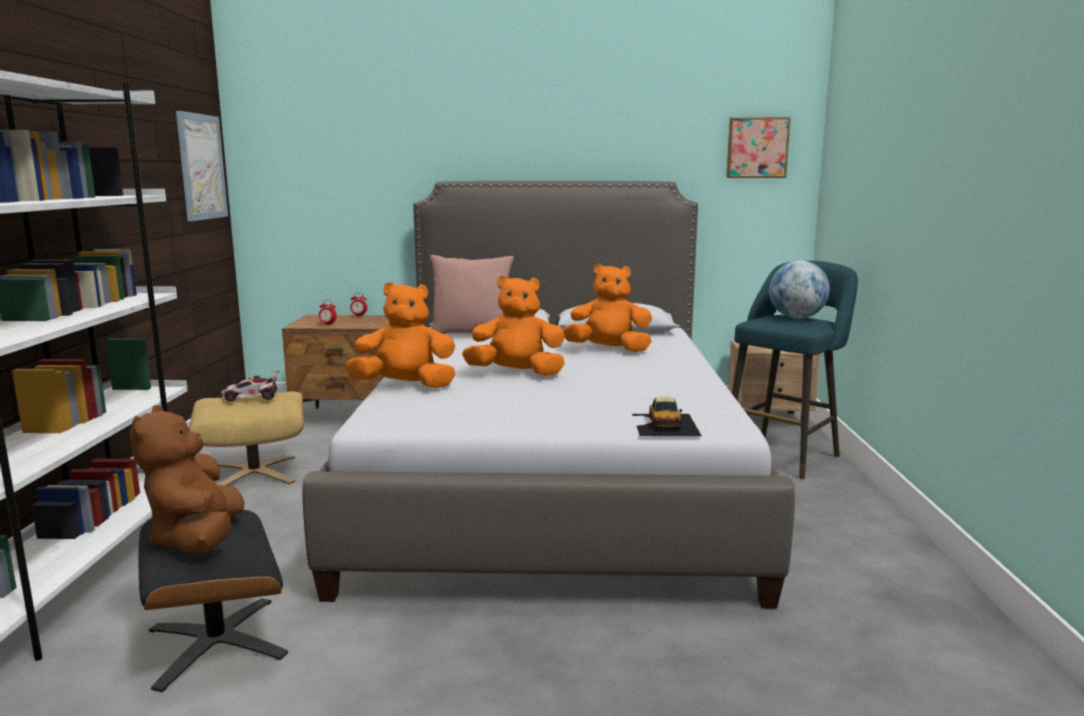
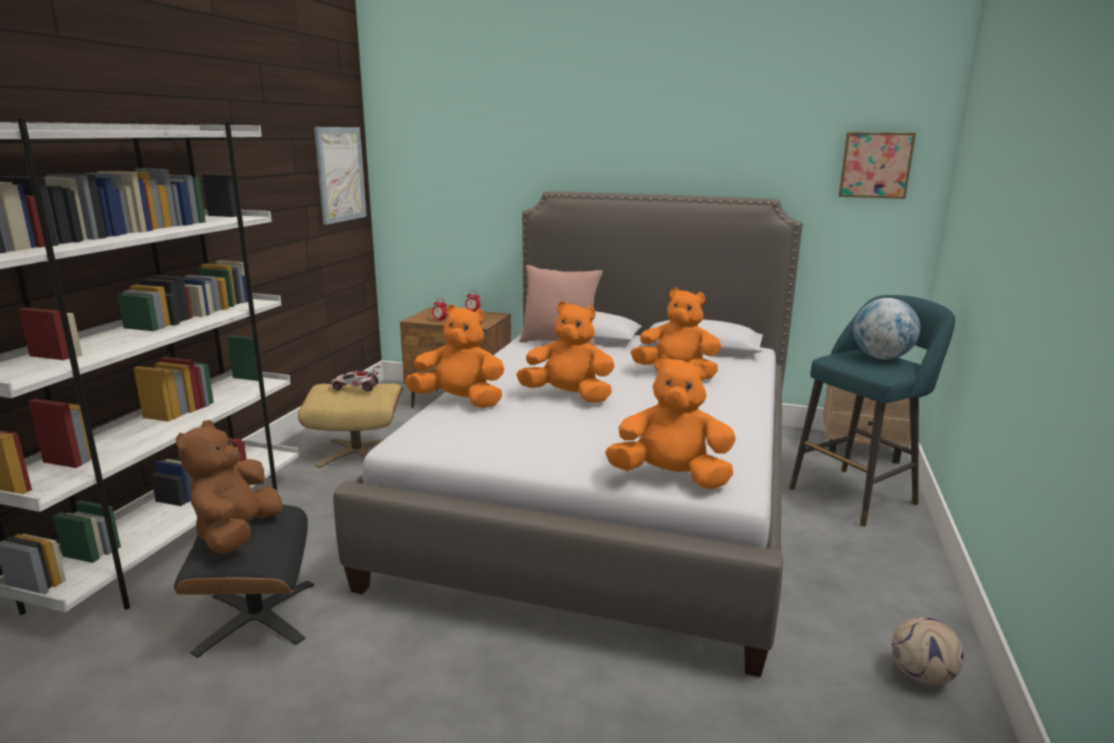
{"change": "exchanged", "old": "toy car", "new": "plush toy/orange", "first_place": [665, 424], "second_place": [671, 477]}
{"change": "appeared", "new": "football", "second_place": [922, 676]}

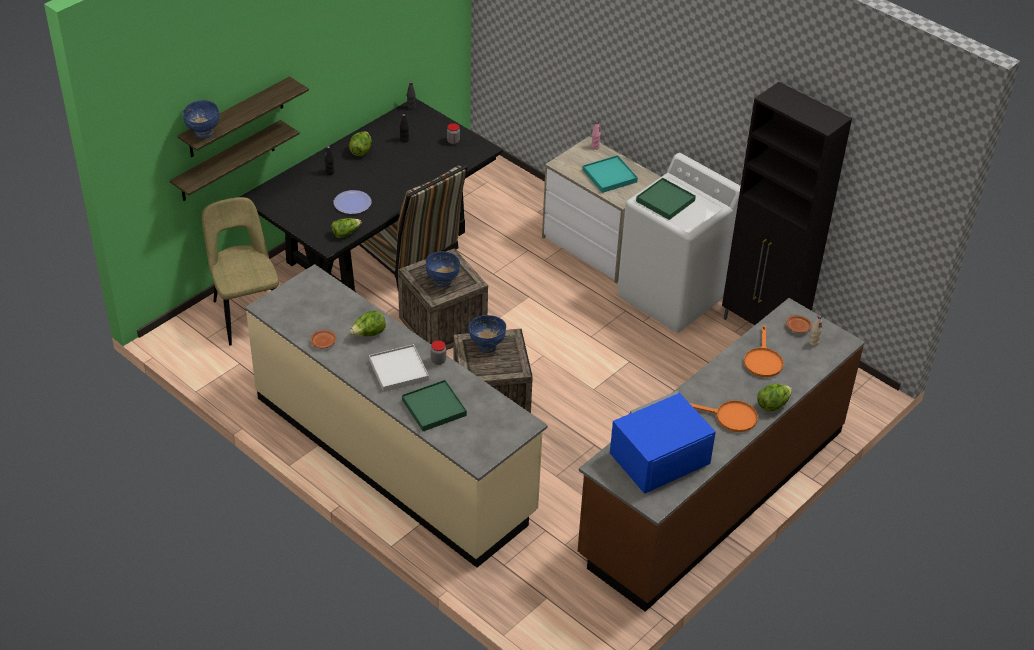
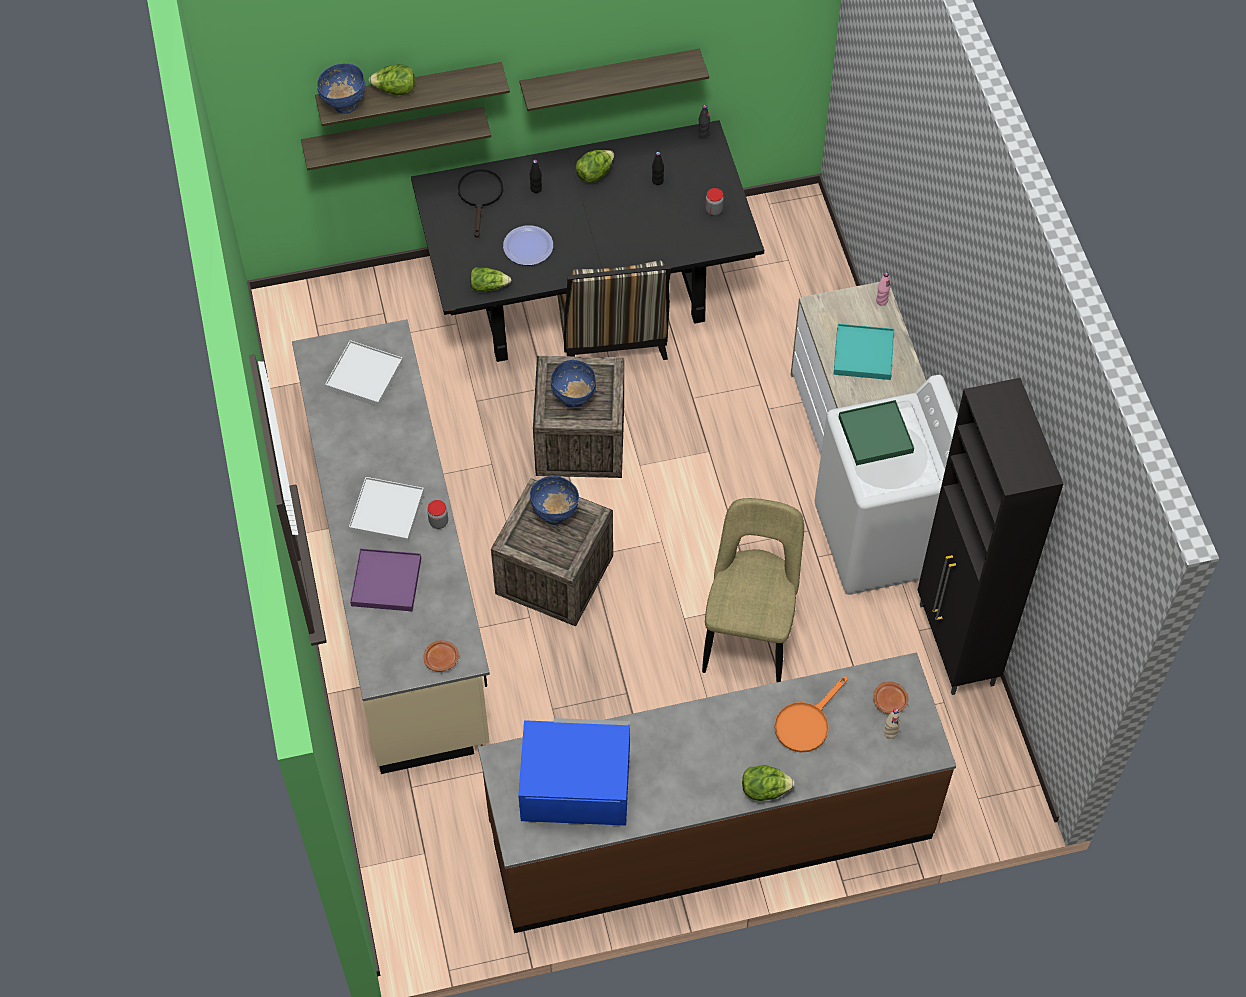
{"change": "relocated", "old": "chair/beige", "first_place": [247, 314], "second_place": [750, 632]}
{"change": "relocated", "old": "plate/brown", "first_place": [323, 342], "second_place": [441, 659]}
{"change": "relocated", "old": "lettuce", "first_place": [369, 334], "second_place": [395, 90]}
{"change": "colour", "old": "tray/green", "new": "tray/purple", "first_place": [434, 407], "second_place": [386, 581]}
{"change": "missing", "old": "frying pan/orange", "first_place": [730, 417]}
{"change": "appeared", "new": "tray/white", "second_place": [364, 376]}
{"change": "appeared", "new": "frying pan/black", "second_place": [480, 196]}
{"change": "appeared", "new": "shelf", "second_place": [610, 78]}

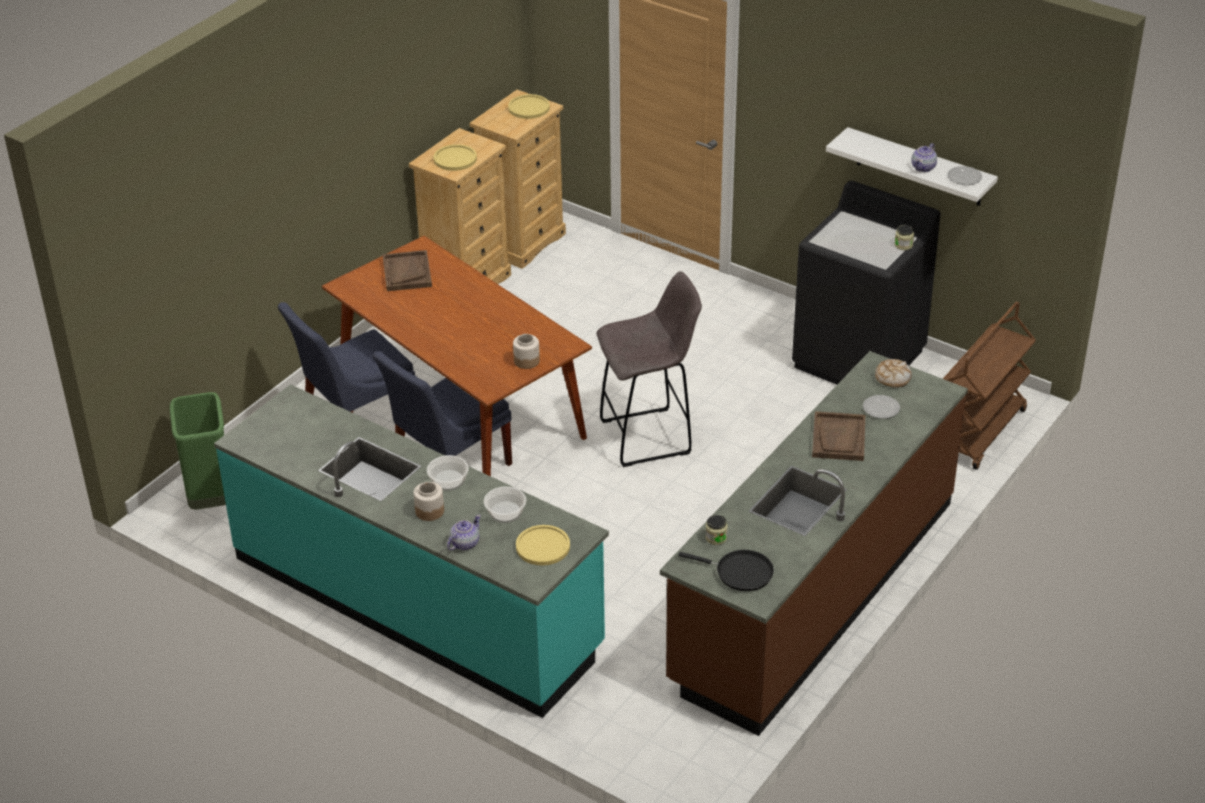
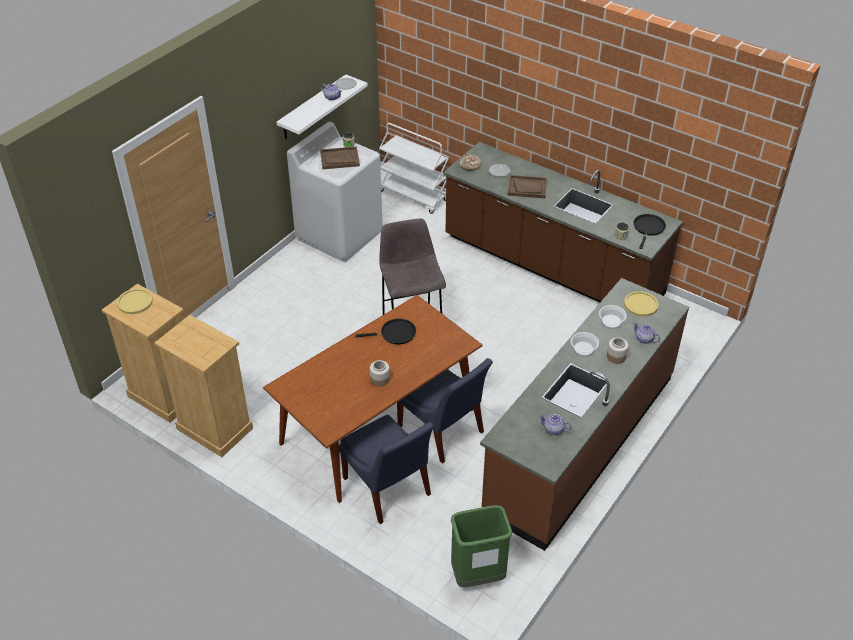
{"change": "colour", "old": "counter/turquoise", "new": "counter/brown", "first_place": [417, 602], "second_place": [579, 442]}
{"change": "relocated", "old": "tray/brown", "first_place": [407, 272], "second_place": [339, 159]}
{"change": "missing", "old": "plate/yellow", "first_place": [455, 159]}
{"change": "relocated", "old": "jar", "first_place": [526, 361], "second_place": [379, 379]}
{"change": "colour", "old": "washing machine/black", "new": "washing machine/white", "first_place": [859, 359], "second_place": [340, 235]}
{"change": "colour", "old": "cart/brown", "new": "cart/white", "first_place": [979, 432], "second_place": [414, 196]}
{"change": "appeared", "new": "frying pan/black", "second_place": [395, 334]}
{"change": "appeared", "new": "teapot", "second_place": [554, 430]}

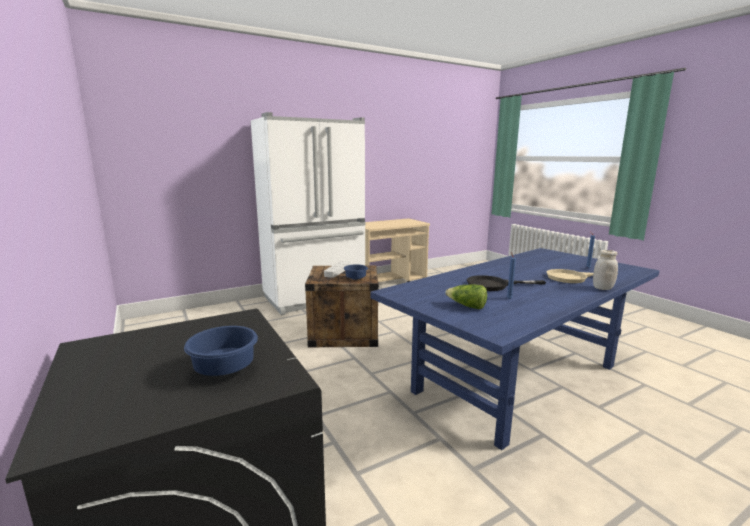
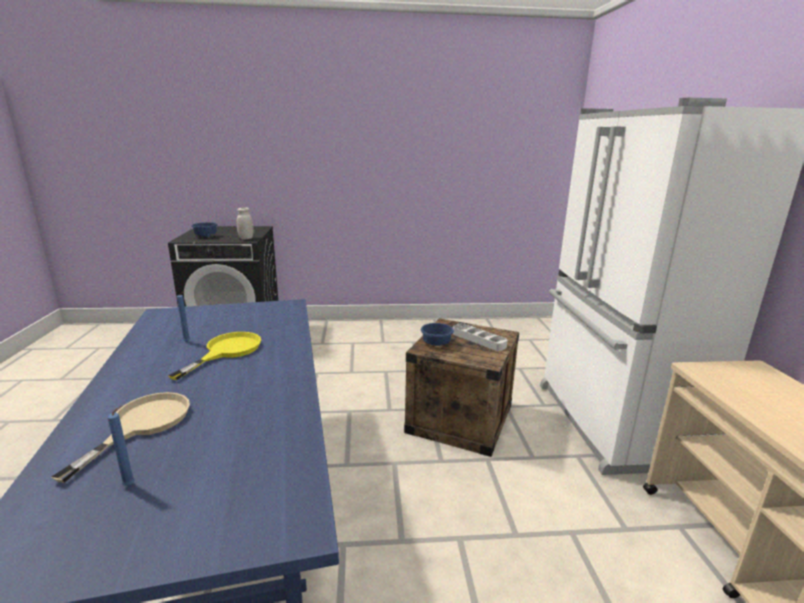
{"change": "missing", "old": "lettuce", "first_place": [467, 306]}
{"change": "colour", "old": "frying pan/black", "new": "frying pan/yellow", "first_place": [494, 285], "second_place": [227, 351]}
{"change": "relocated", "old": "jar/white", "first_place": [602, 288], "second_place": [246, 238]}

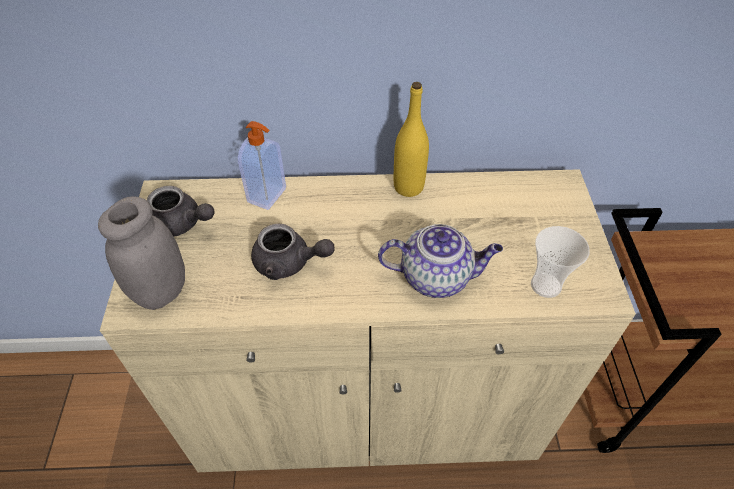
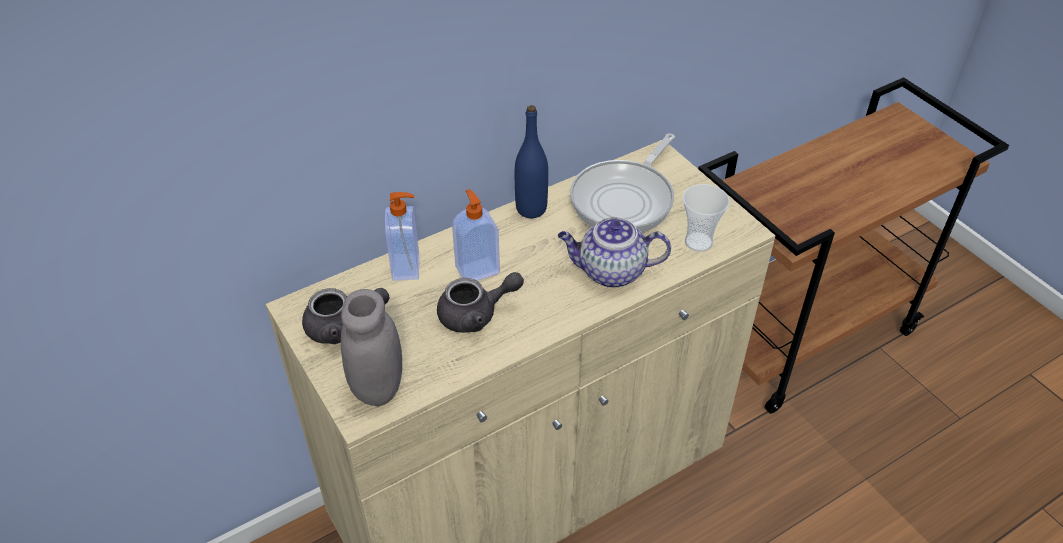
{"change": "spun", "old": "teapot", "first_place": [437, 277], "second_place": [610, 272], "degrees": -150}
{"change": "colour", "old": "bottle/yellow", "new": "bottle/blue", "first_place": [408, 187], "second_place": [531, 209]}
{"change": "appeared", "new": "soap dispenser", "second_place": [477, 269]}
{"change": "appeared", "new": "frying pan", "second_place": [625, 199]}

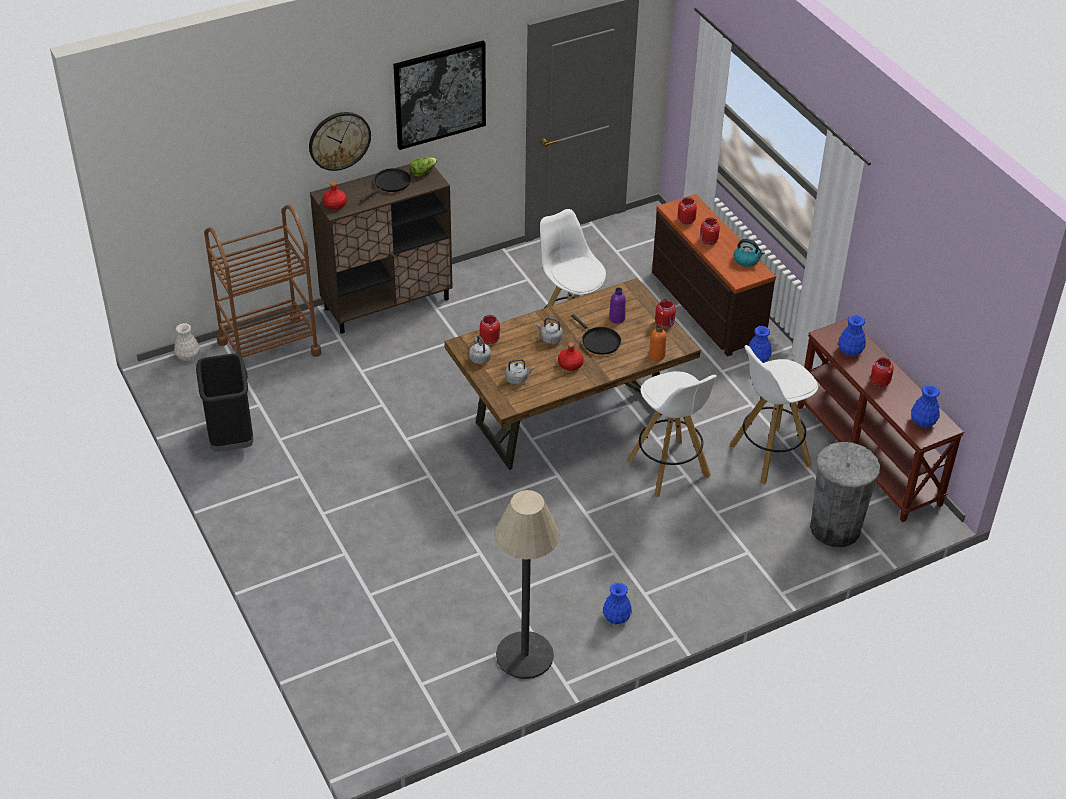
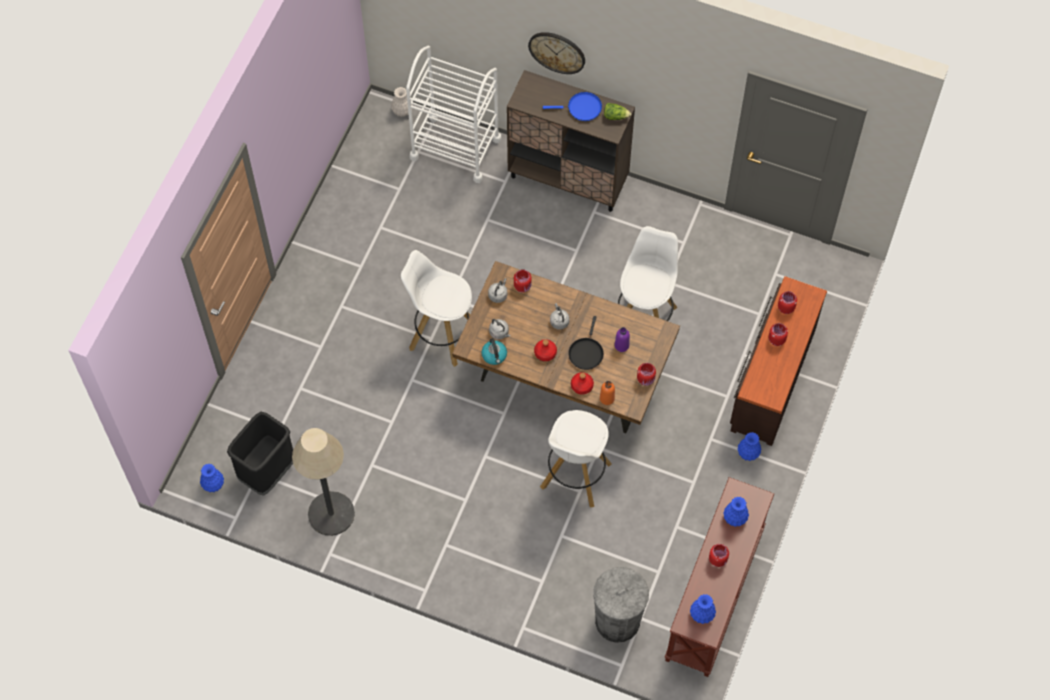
{"change": "relocated", "old": "trash can/black", "first_place": [230, 438], "second_place": [267, 471]}
{"change": "colour", "old": "cart/brown", "new": "cart/white", "first_place": [269, 348], "second_place": [455, 148]}
{"change": "relocated", "old": "bottle/red", "first_place": [334, 204], "second_place": [581, 386]}
{"change": "colour", "old": "frying pan/black", "new": "frying pan/blue", "first_place": [390, 184], "second_place": [582, 108]}
{"change": "missing", "old": "picture", "first_place": [439, 94]}
{"change": "relocated", "old": "vase/blue", "first_place": [616, 617], "second_place": [213, 484]}
{"change": "relocated", "old": "stool/white", "first_place": [768, 456], "second_place": [441, 335]}
{"change": "relocated", "old": "kettle", "first_place": [747, 260], "second_place": [494, 355]}

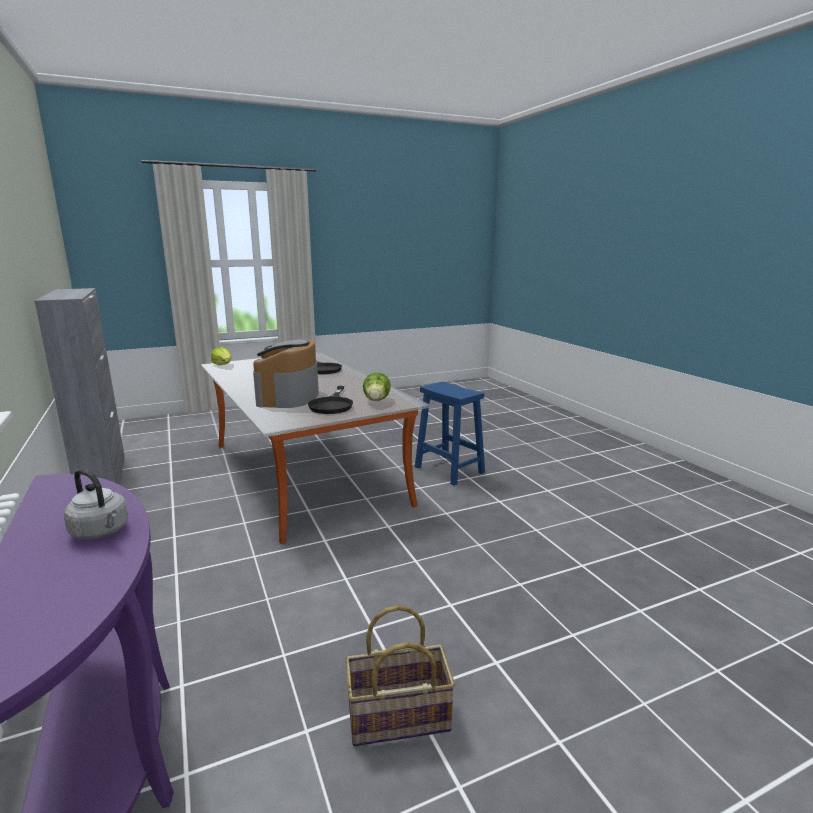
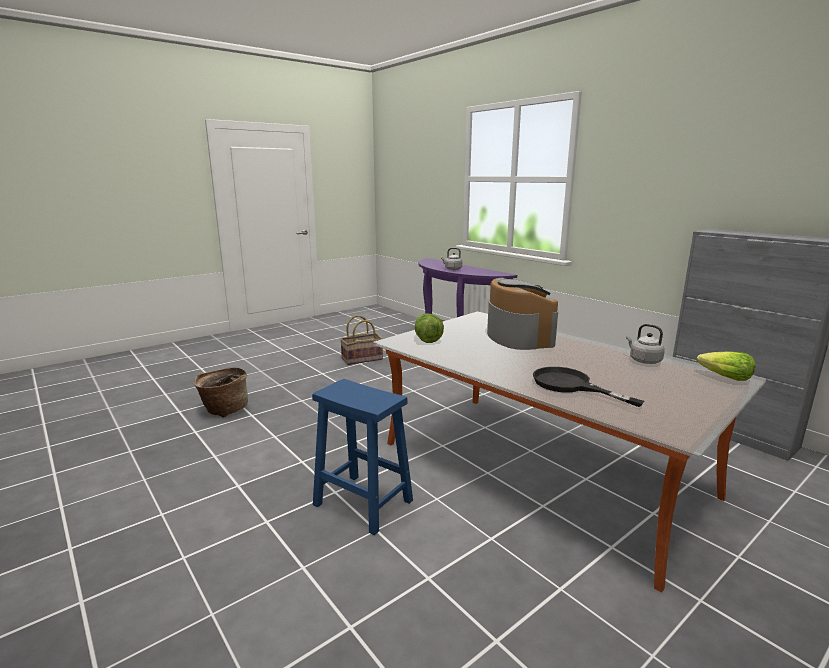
{"change": "missing", "old": "frying pan/black", "first_place": [332, 404]}
{"change": "appeared", "new": "basket", "second_place": [224, 410]}
{"change": "appeared", "new": "kettle/grey", "second_place": [643, 360]}

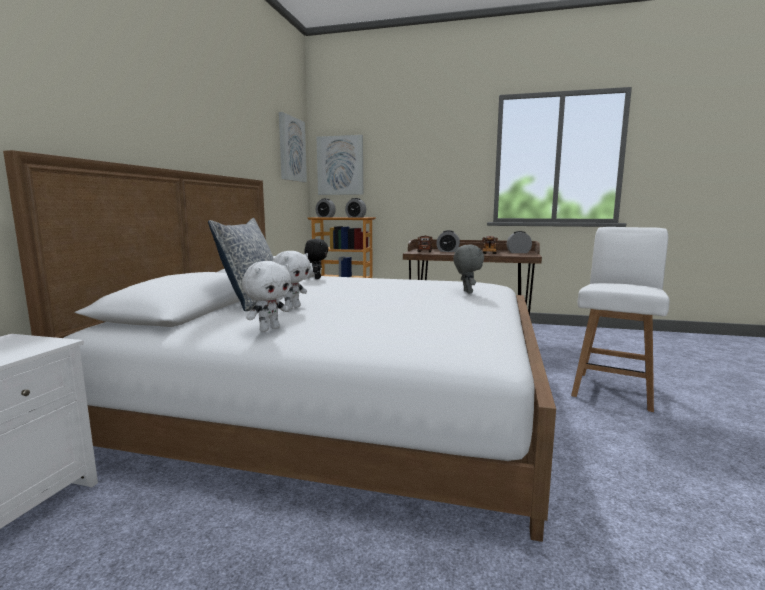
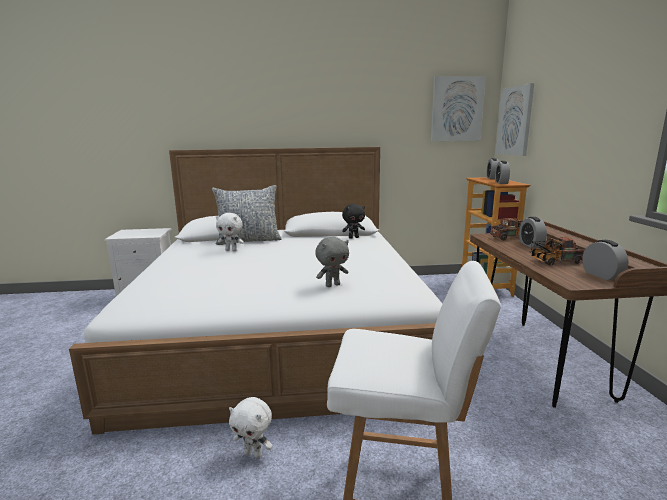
{"change": "relocated", "old": "plush toy/white", "first_place": [269, 329], "second_place": [253, 454]}

